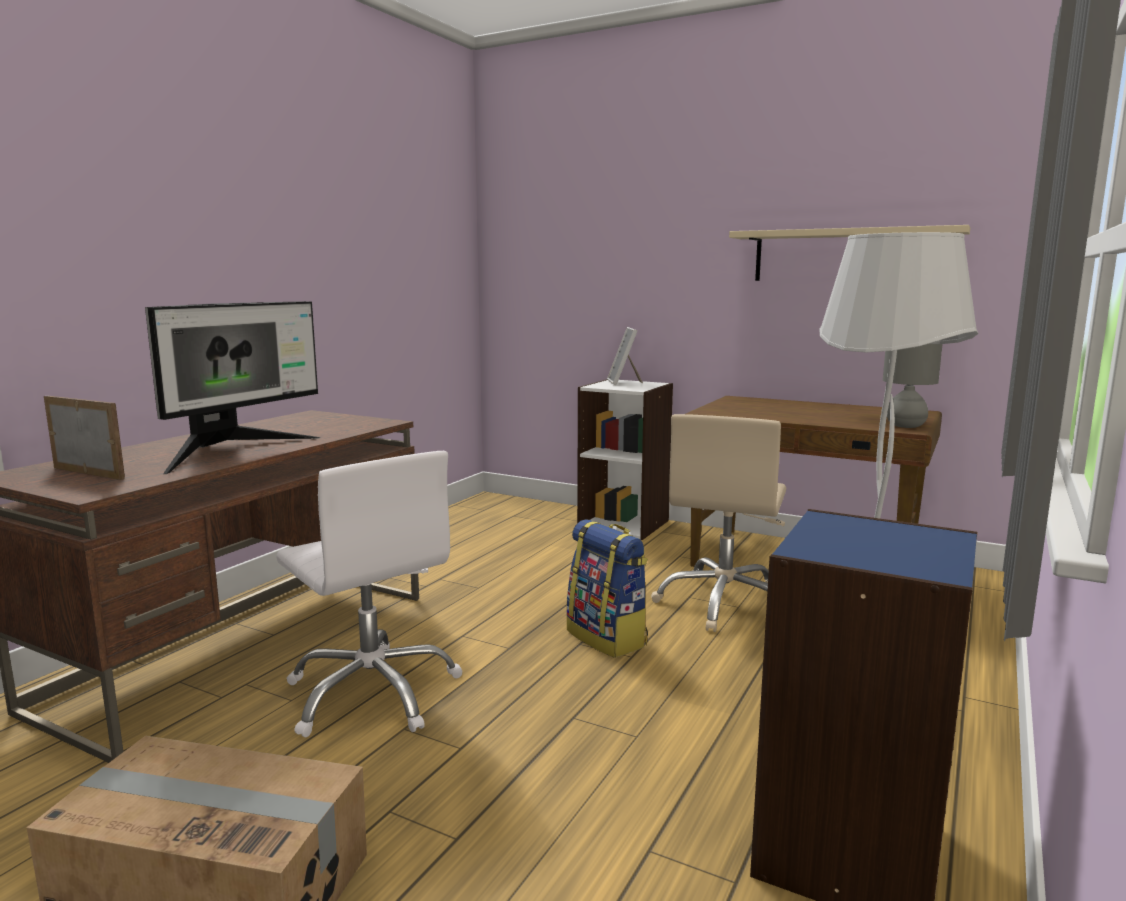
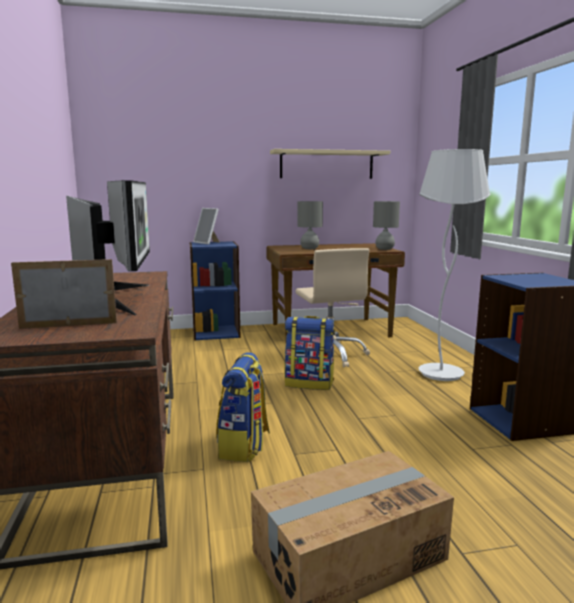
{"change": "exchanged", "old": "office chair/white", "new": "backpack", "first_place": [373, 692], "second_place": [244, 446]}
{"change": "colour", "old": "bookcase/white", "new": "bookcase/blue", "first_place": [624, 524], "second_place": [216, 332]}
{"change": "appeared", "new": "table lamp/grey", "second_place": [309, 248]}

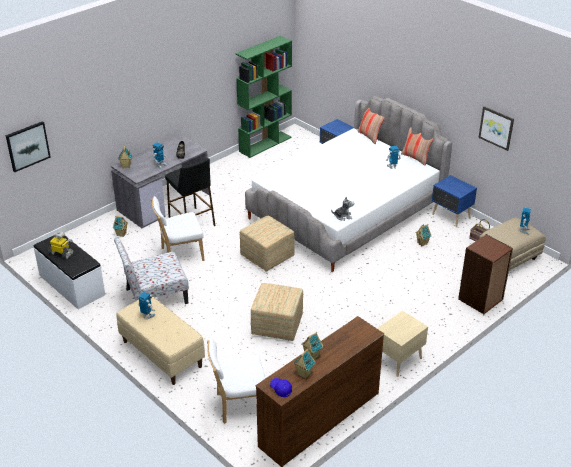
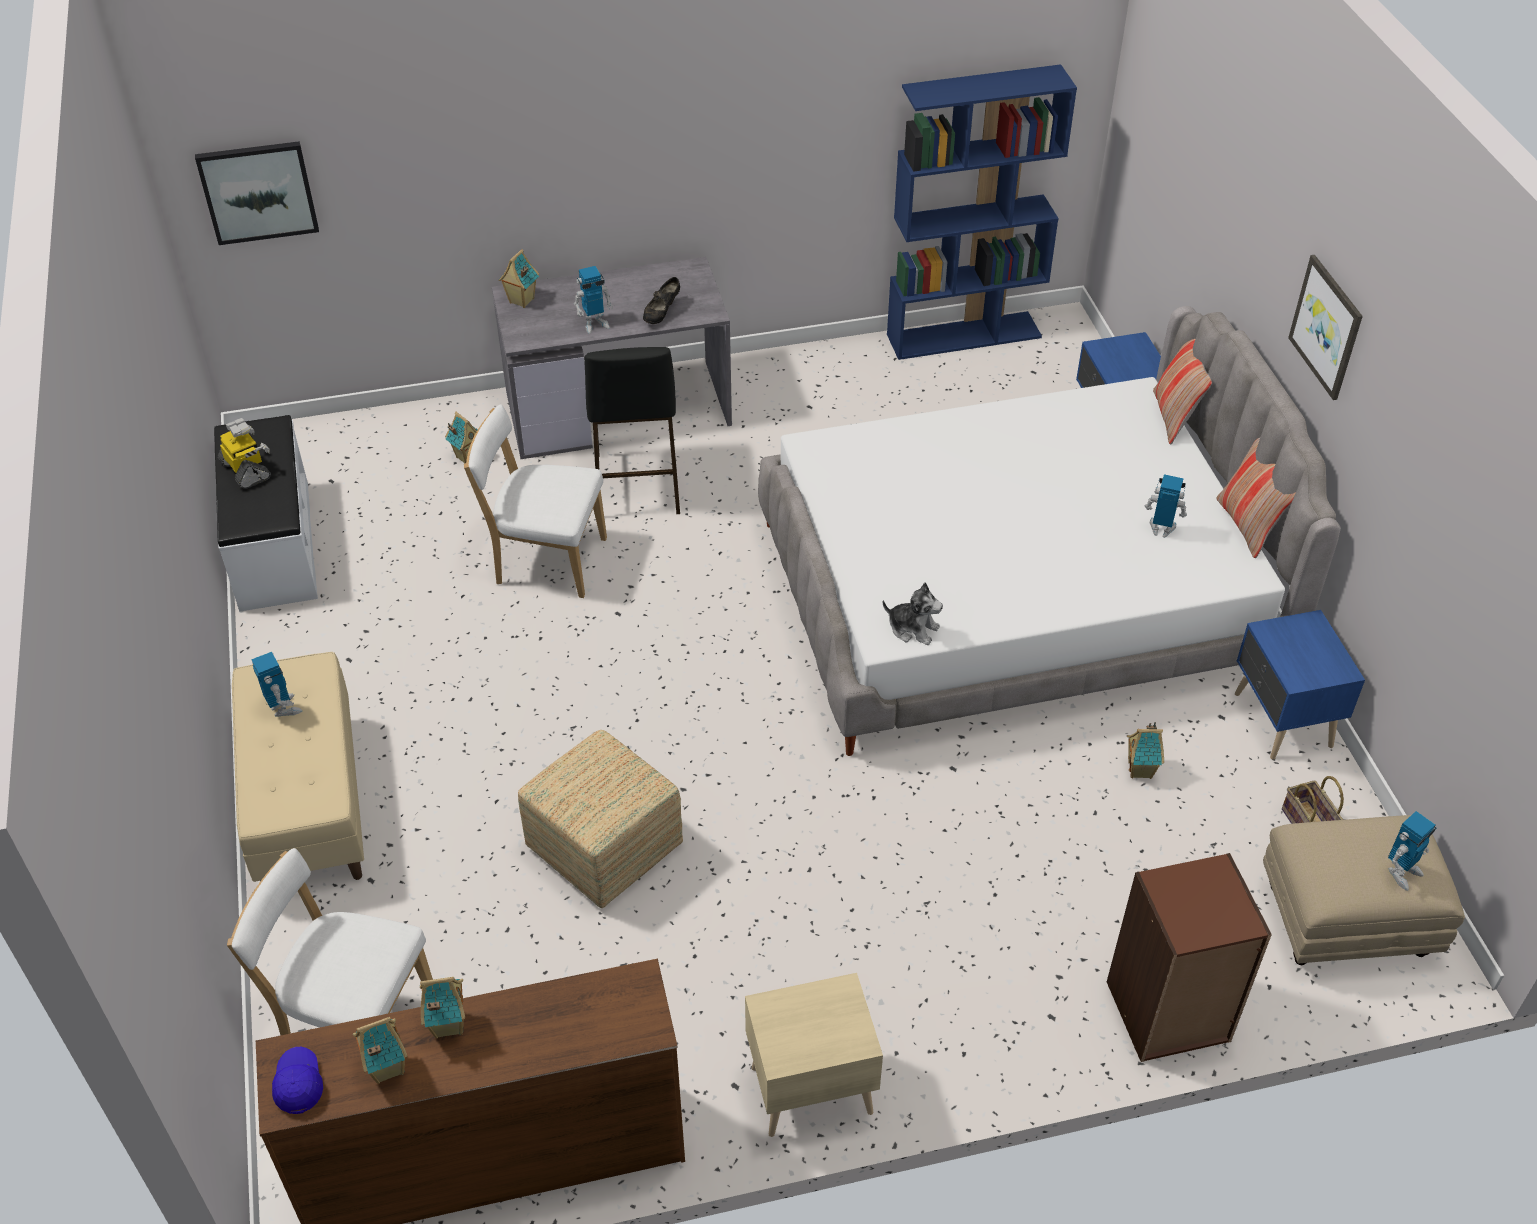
{"change": "missing", "old": "chair", "first_place": [155, 296]}
{"change": "colour", "old": "bookcase/green", "new": "bookcase/blue", "first_place": [265, 144], "second_place": [964, 335]}
{"change": "missing", "old": "ottoman", "first_place": [268, 257]}
{"change": "relocated", "old": "picture", "first_place": [496, 128], "second_place": [1327, 327]}

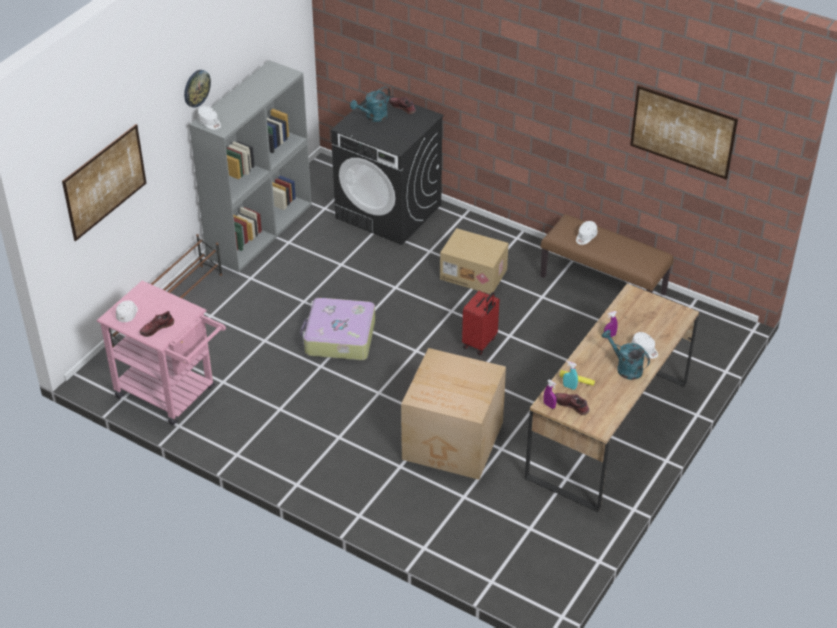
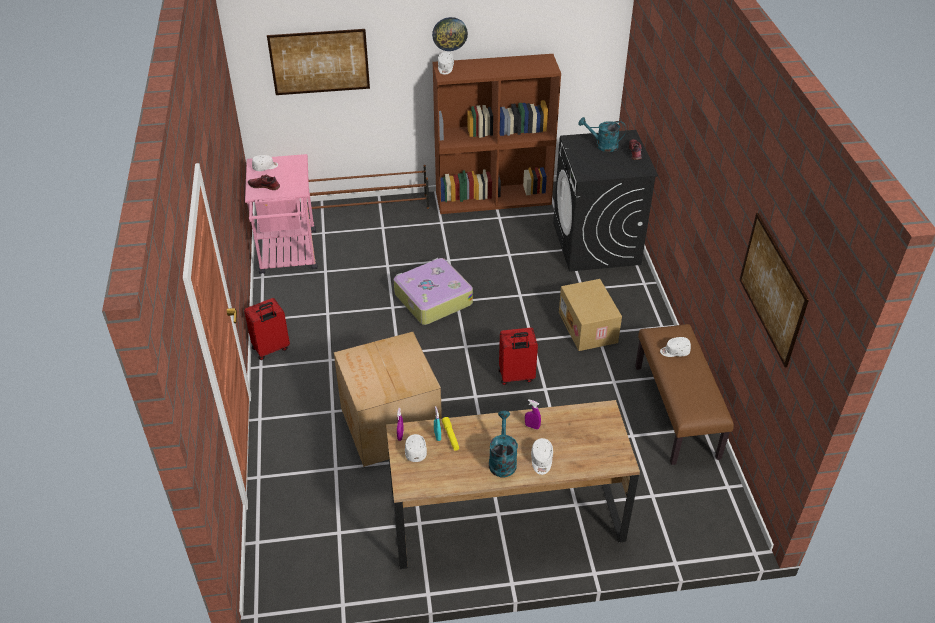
{"change": "colour", "old": "bookcase/grey", "new": "bookcase/brown", "first_place": [259, 230], "second_place": [494, 198]}
{"change": "exchanged", "old": "shoe", "new": "cap/white", "first_place": [572, 405], "second_place": [415, 450]}
{"change": "appeared", "new": "suitcase/red", "second_place": [271, 349]}

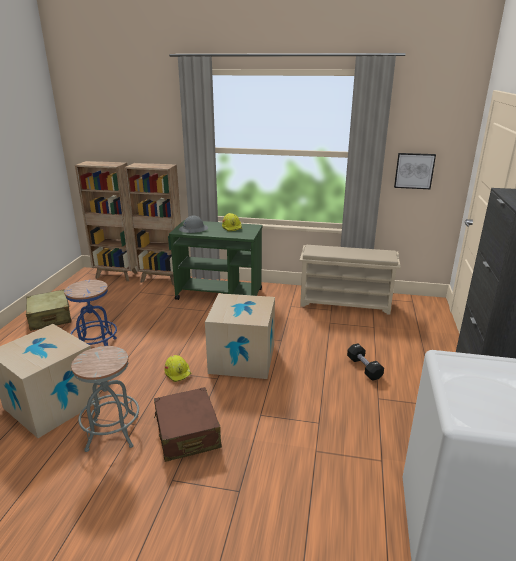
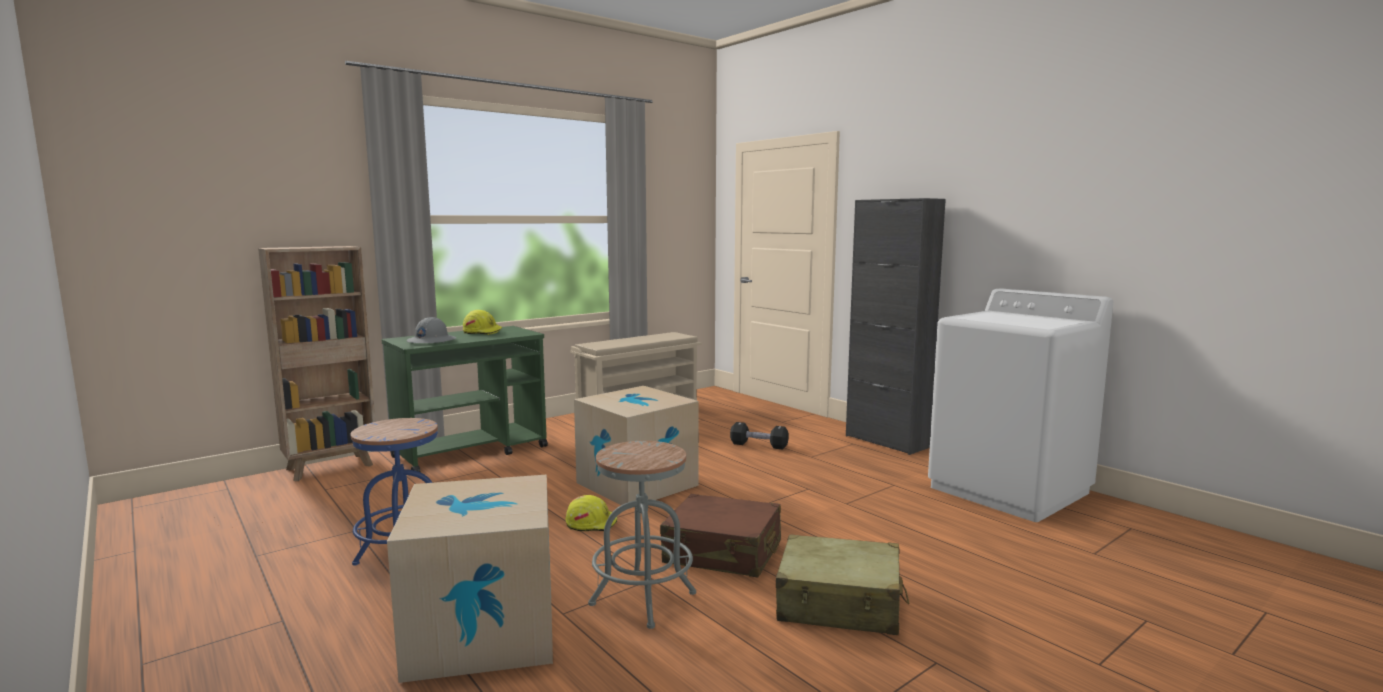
{"change": "relocated", "old": "suitcase/beige", "first_place": [50, 317], "second_place": [839, 604]}
{"change": "missing", "old": "bookcase/brown", "first_place": [117, 275]}
{"change": "missing", "old": "picture", "first_place": [414, 170]}

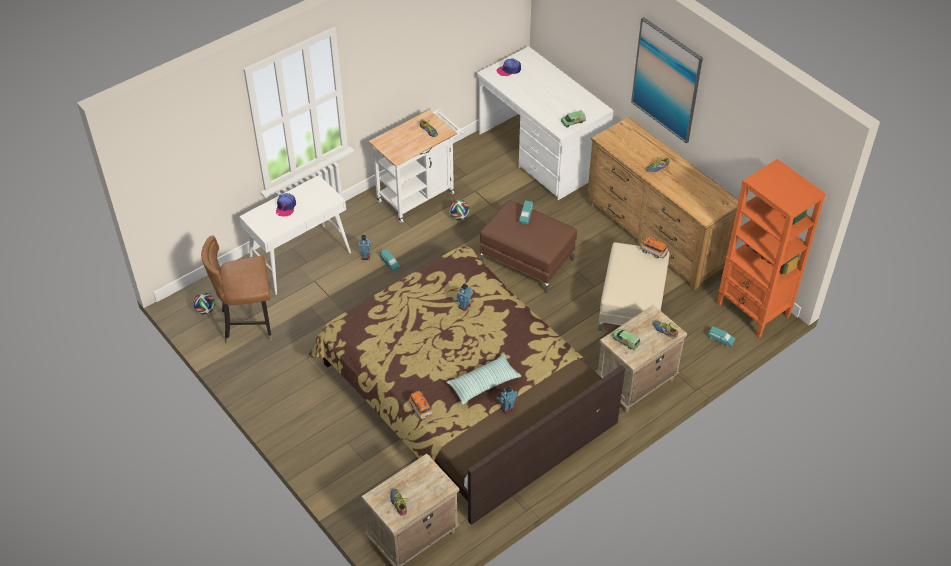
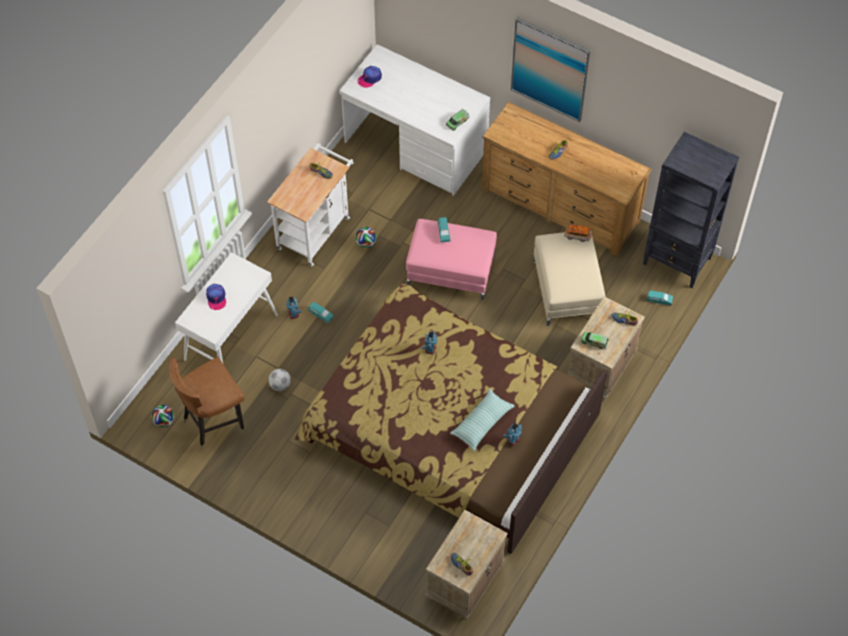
{"change": "missing", "old": "toy car", "first_place": [420, 409]}
{"change": "colour", "old": "ottoman/brown", "new": "ottoman/pink", "first_place": [527, 260], "second_place": [451, 271]}
{"change": "colour", "old": "bookcase/orange", "new": "bookcase/black", "first_place": [753, 311], "second_place": [677, 261]}
{"change": "appeared", "new": "football", "second_place": [280, 385]}

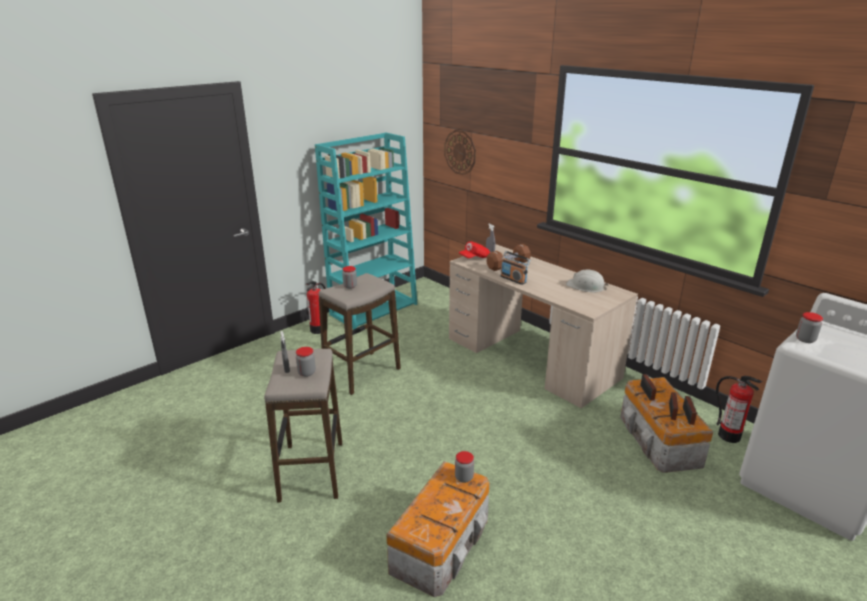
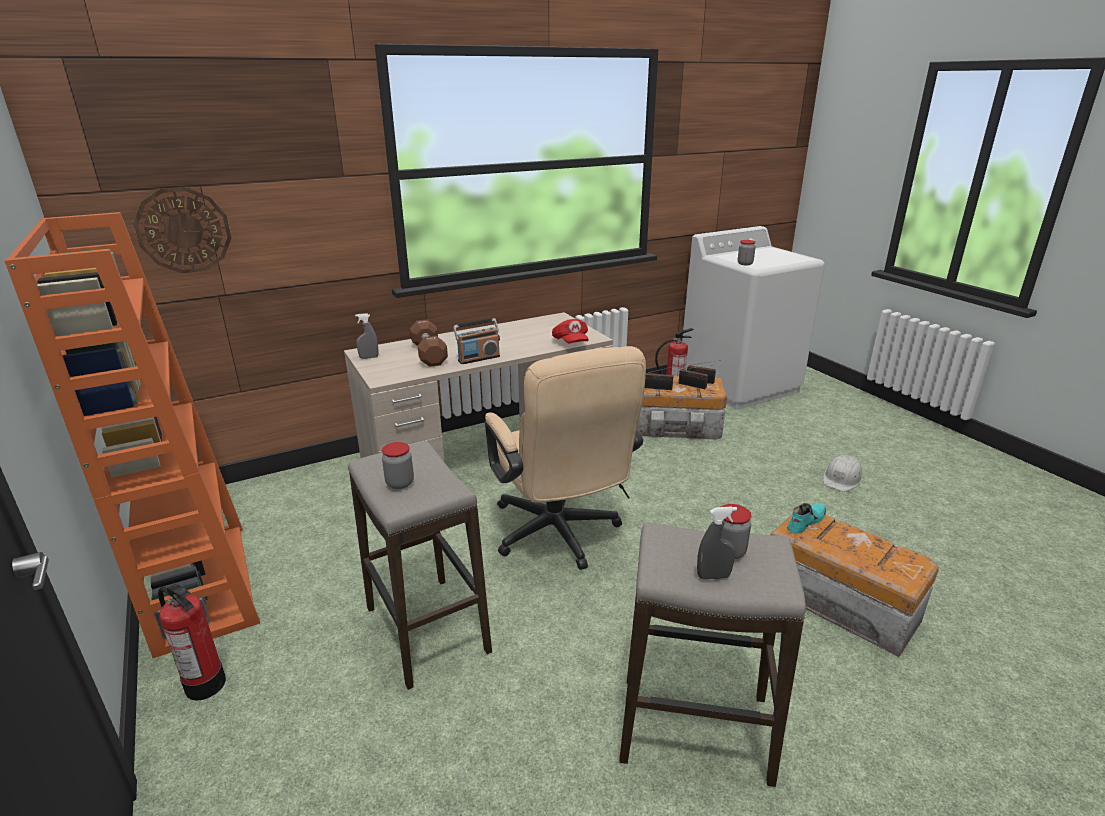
{"change": "colour", "old": "bookcase/turquoise", "new": "bookcase/orange", "first_place": [374, 309], "second_place": [201, 584]}
{"change": "exchanged", "old": "jar", "new": "shoe/turquoise", "first_place": [464, 477], "second_place": [805, 522]}
{"change": "relocated", "old": "cap/red", "first_place": [474, 258], "second_place": [570, 342]}
{"change": "relocated", "old": "hard hat/white", "first_place": [586, 286], "second_place": [842, 478]}
{"change": "appeared", "new": "office chair/beige", "second_place": [559, 536]}

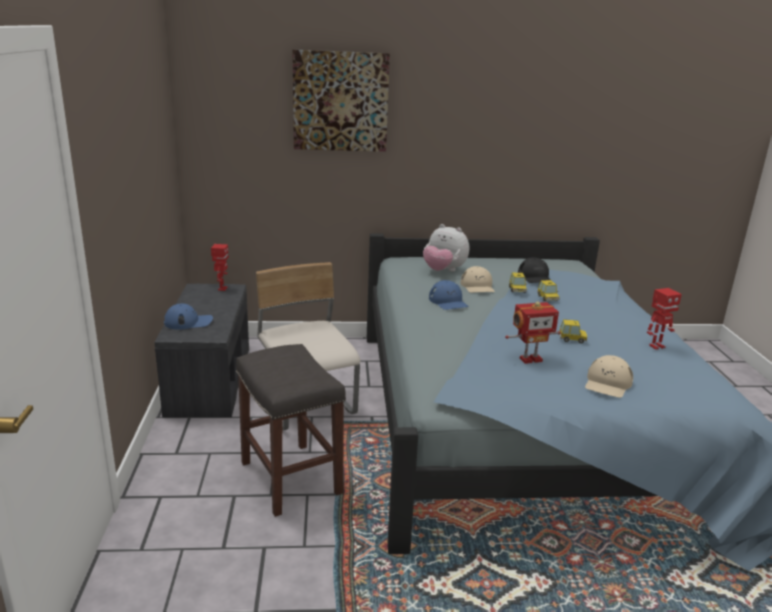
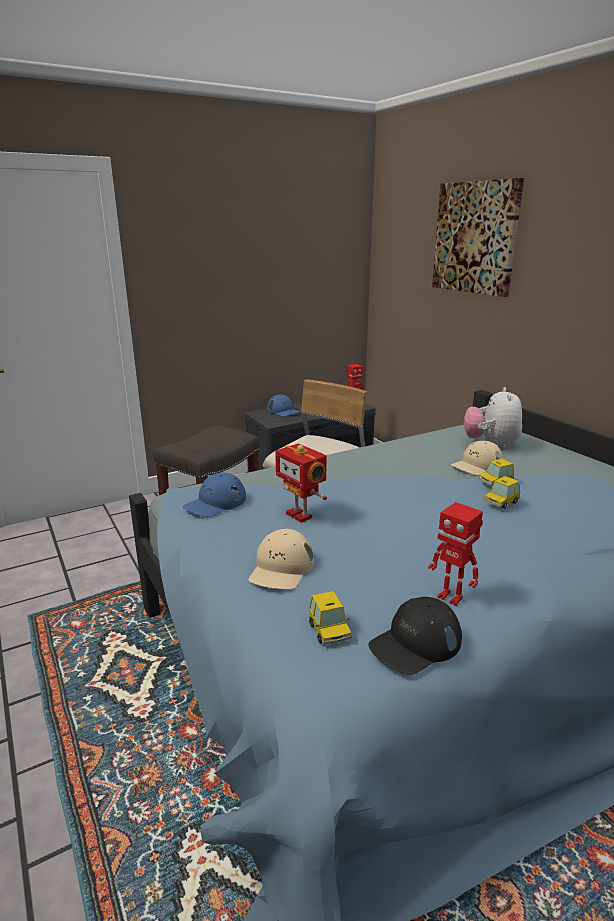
{"change": "relocated", "old": "cap/blue", "first_place": [448, 302], "second_place": [215, 503]}
{"change": "relocated", "old": "cap/black", "first_place": [535, 277], "second_place": [415, 643]}
{"change": "relocated", "old": "toy car", "first_place": [572, 339], "second_place": [329, 631]}
{"change": "spun", "old": "cap/beige", "first_place": [607, 383], "second_place": [281, 568], "degrees": -75}

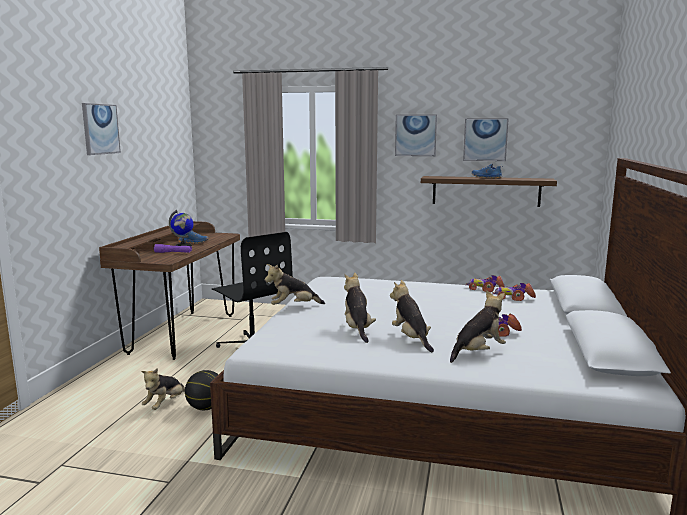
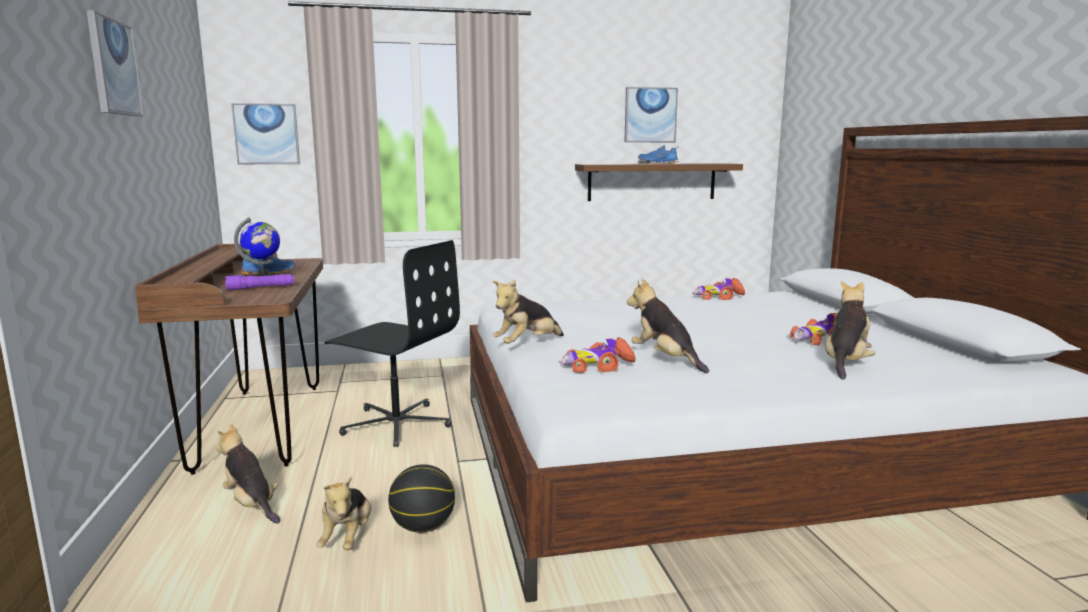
{"change": "relocated", "old": "plush toy", "first_place": [411, 338], "second_place": [251, 504]}
{"change": "relocated", "old": "picture", "first_place": [415, 135], "second_place": [266, 134]}
{"change": "relocated", "old": "toy car", "first_place": [513, 297], "second_place": [596, 366]}

